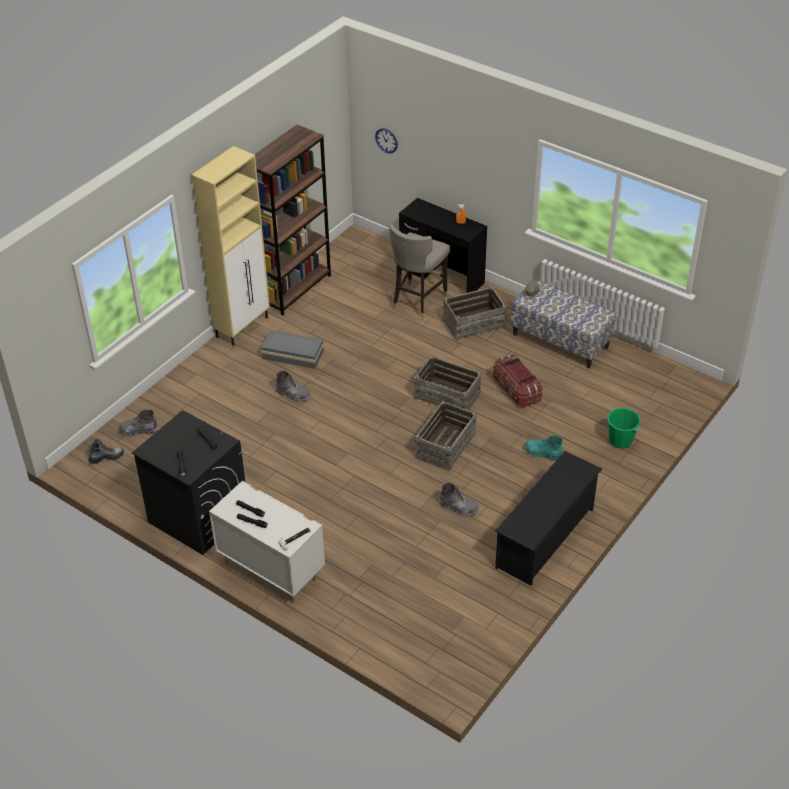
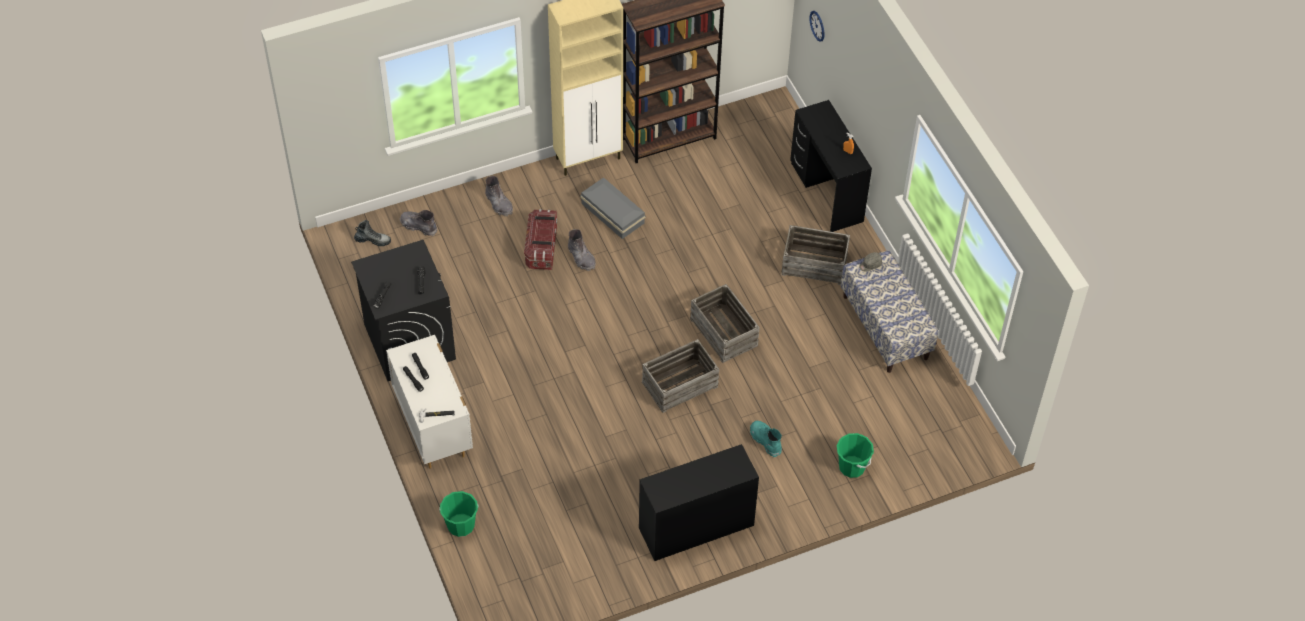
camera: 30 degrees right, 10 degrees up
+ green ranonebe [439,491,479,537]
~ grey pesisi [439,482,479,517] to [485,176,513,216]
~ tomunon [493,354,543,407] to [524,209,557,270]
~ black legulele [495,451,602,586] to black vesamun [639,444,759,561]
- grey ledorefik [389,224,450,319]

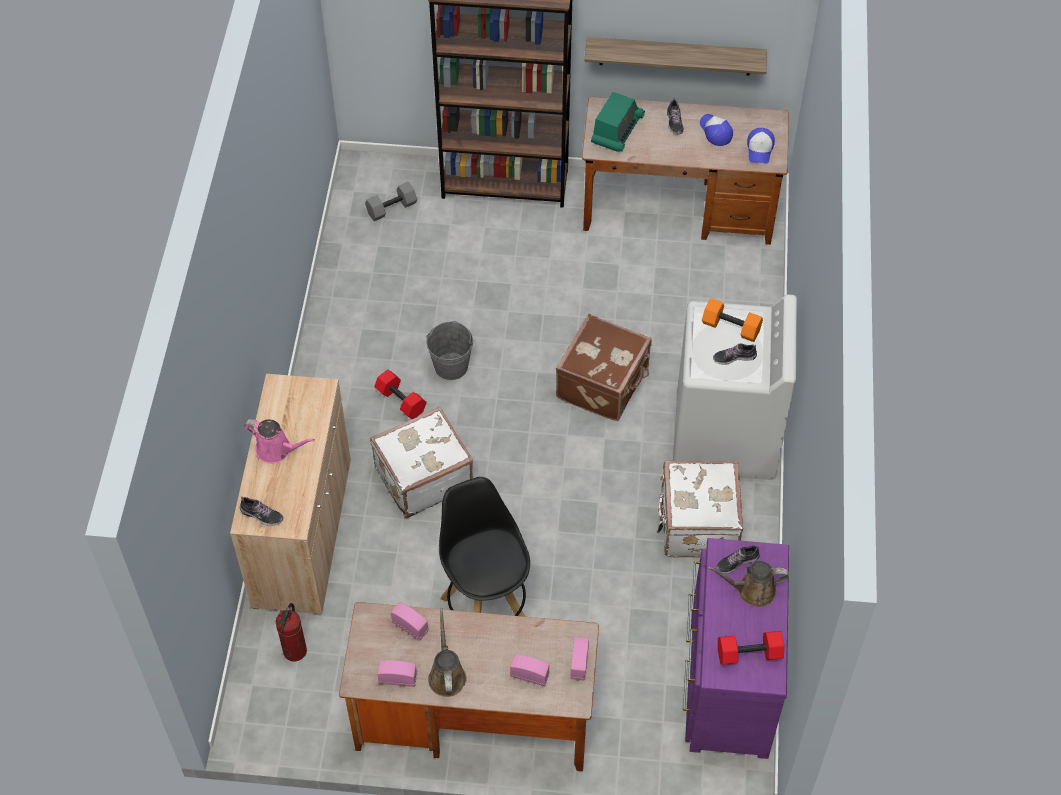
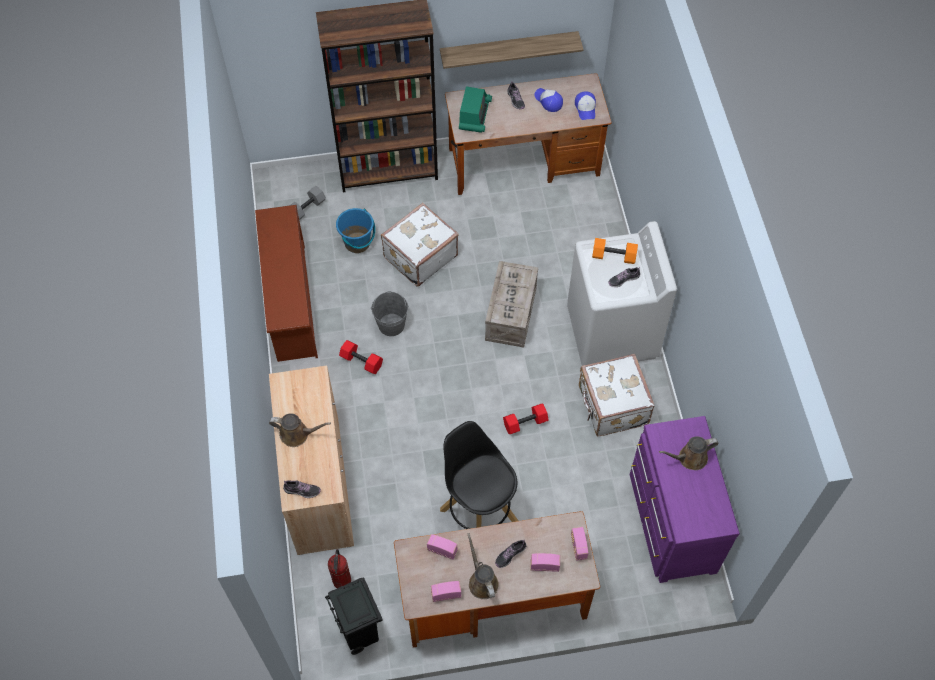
camera: 15 degrees left, 5 degrees up
+ brown legulele [255,205,318,362]
~ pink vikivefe [244,419,315,464] to brown vikivefe [269,414,331,447]
+ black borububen [325,577,382,655]
+ blue ranonebe [336,208,375,253]
~ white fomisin [370,407,473,518] to [381,203,458,287]
~ brown fomisin [556,314,652,421] to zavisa [485,261,538,348]
~ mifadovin [716,545,760,574] to [495,540,526,568]
~ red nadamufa [718,631,784,665] to [503,404,549,434]

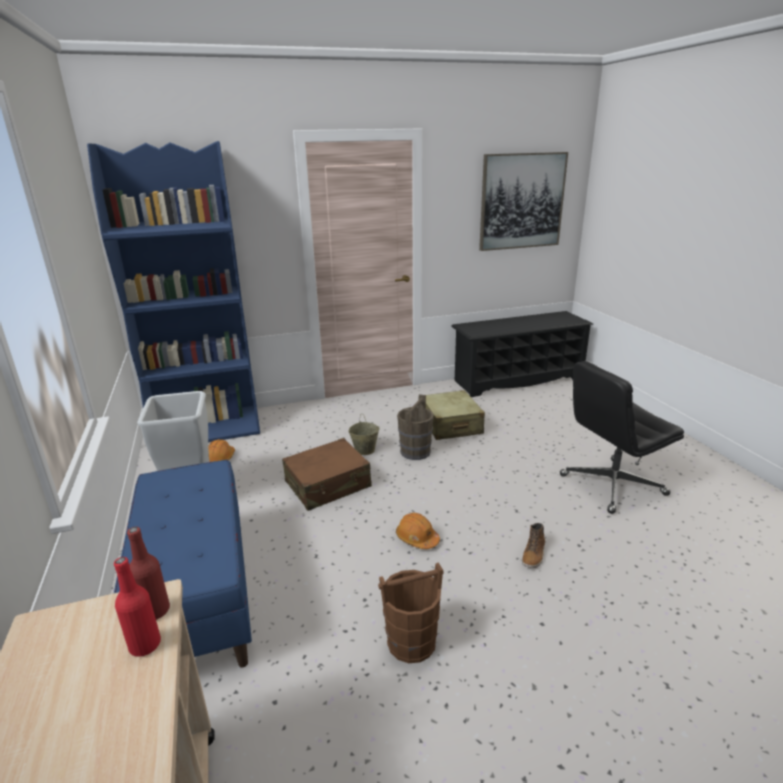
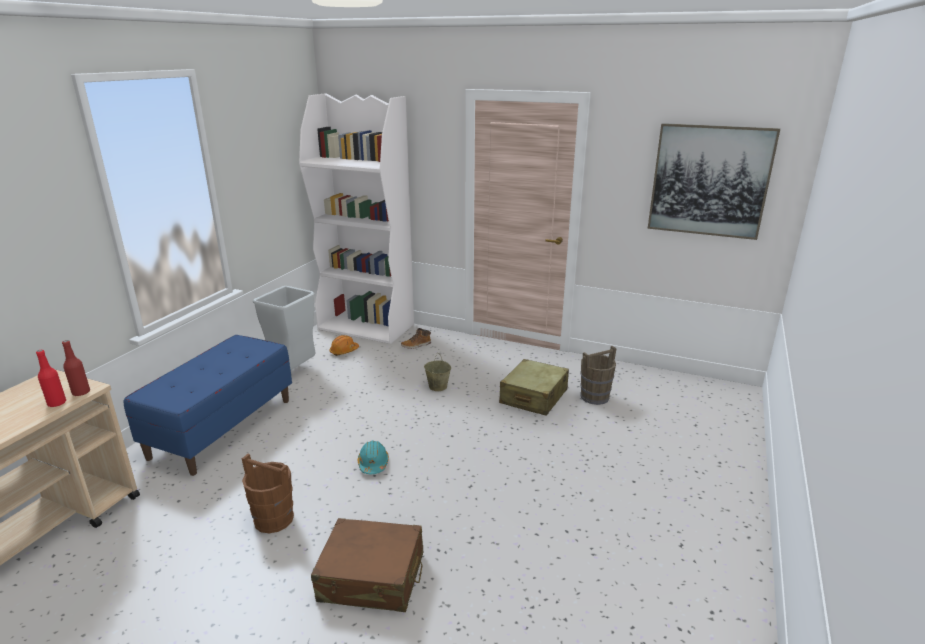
camera: 40 degrees right, 0 degrees up
~ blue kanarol [87,141,260,442] to white kanarol [299,93,414,344]
~ brown fomisin [282,438,372,511] to [311,518,423,612]
~ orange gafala [396,513,440,549] to turquoise gafala [357,440,389,474]
~ pesisi [522,523,545,568] to [401,328,431,349]
~ brown ranonebe [397,394,434,460] to [580,346,617,405]
- black legulele [451,311,593,397]
- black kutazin [560,361,684,514]

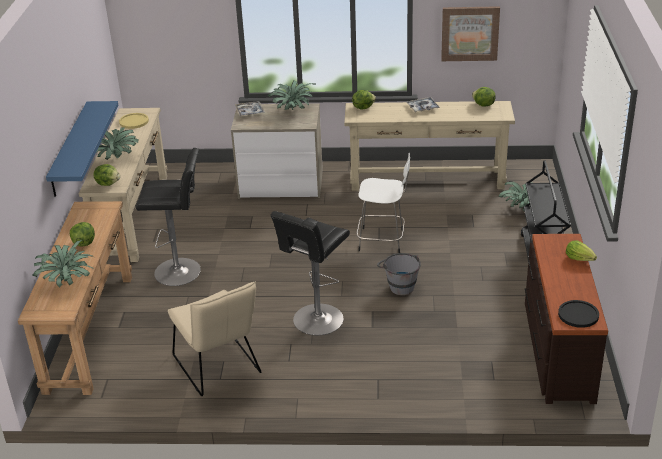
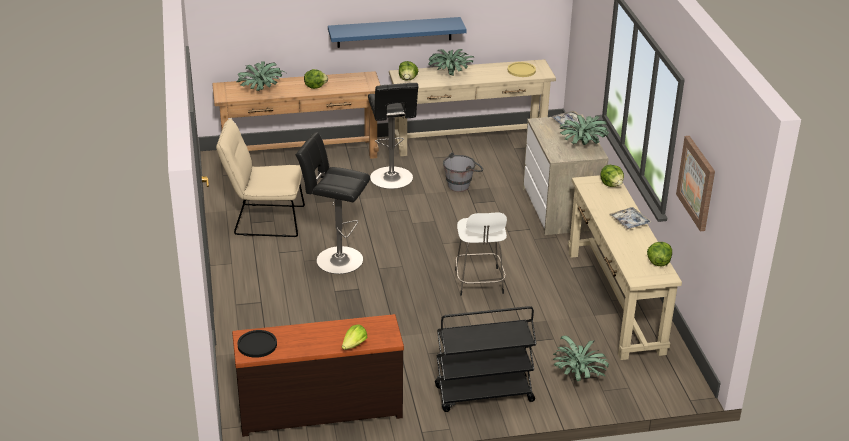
camera: 75 degrees right, 0 degrees up
~ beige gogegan [168,281,262,396] = [216,118,305,237] 45 degrees clockwise
~ grey ranonebe [377,253,421,295] to [443,152,483,192]

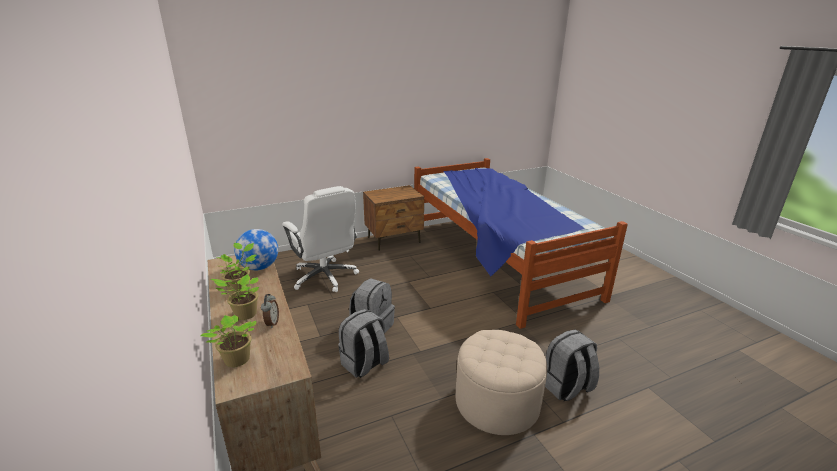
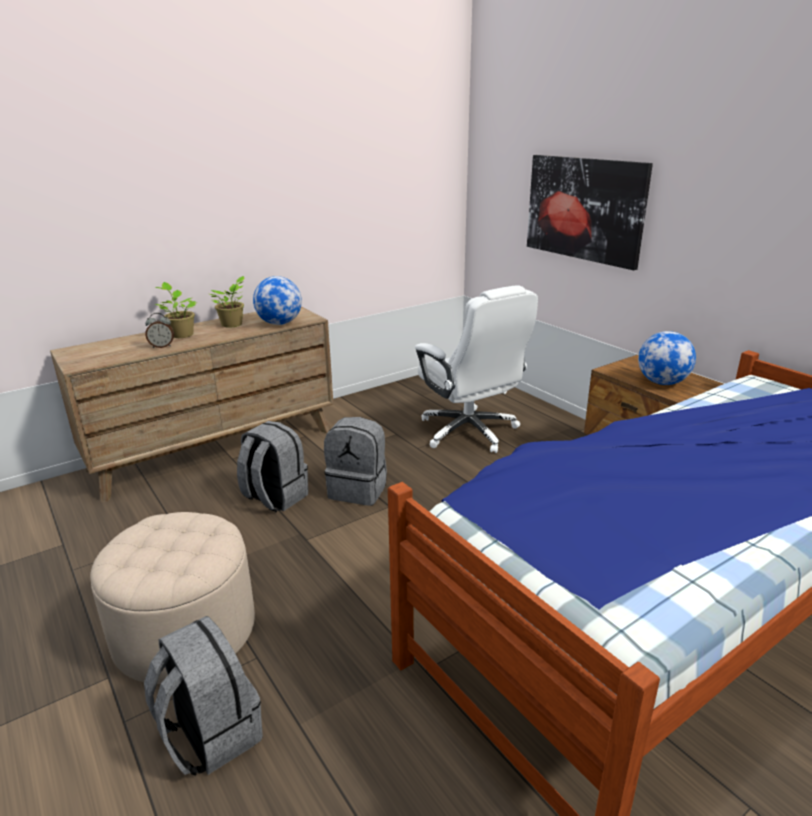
camera: 80 degrees right, 0 degrees up
~ white kutazin [282,186,359,292] = [415,285,538,453] 75 degrees counterclockwise
+ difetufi [527,155,653,270]
+ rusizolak [638,331,696,385]
- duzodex [201,315,257,367]

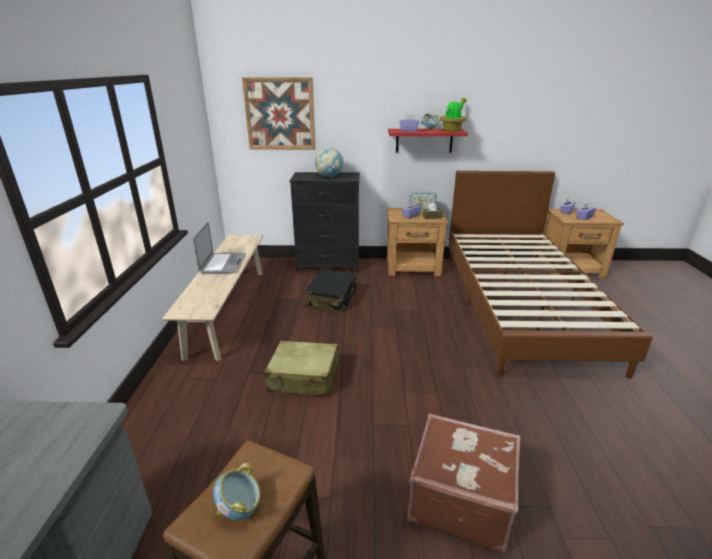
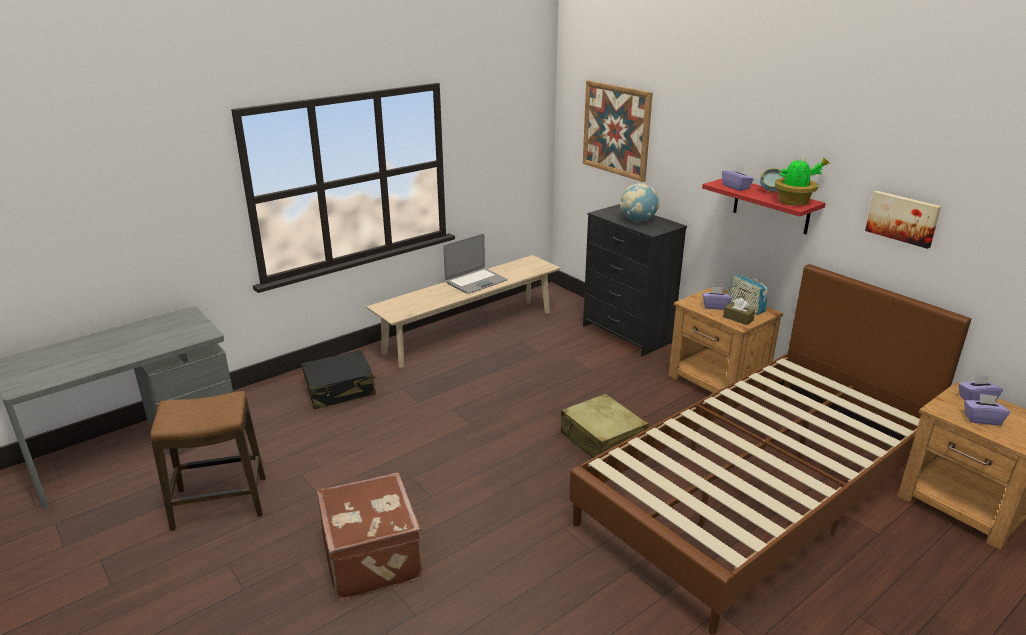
camera: 50 degrees right, 0 degrees up
~ black fomisin [305,269,357,312] to [302,350,376,409]
~ beige fomisin [264,341,339,397] to [561,394,649,458]
+ difetufi [865,191,941,249]
- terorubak [213,463,261,520]

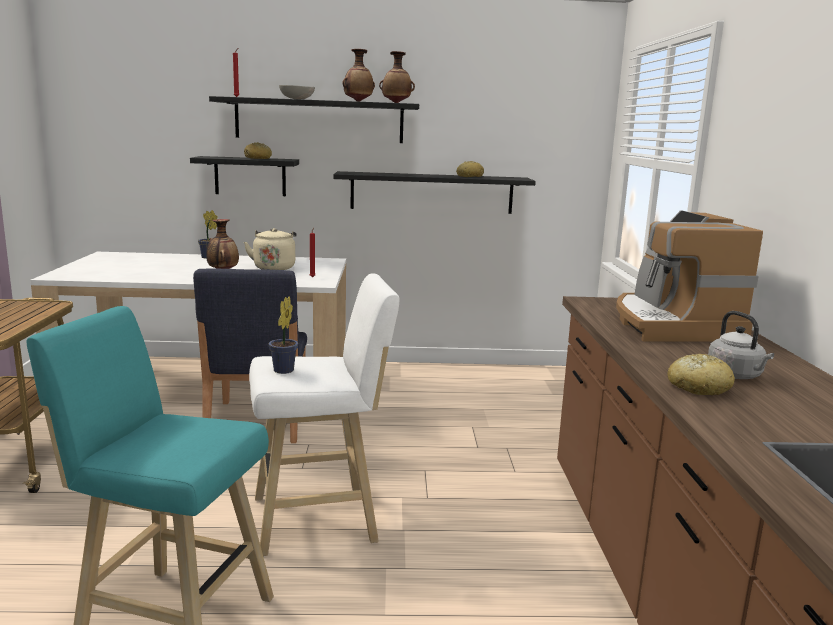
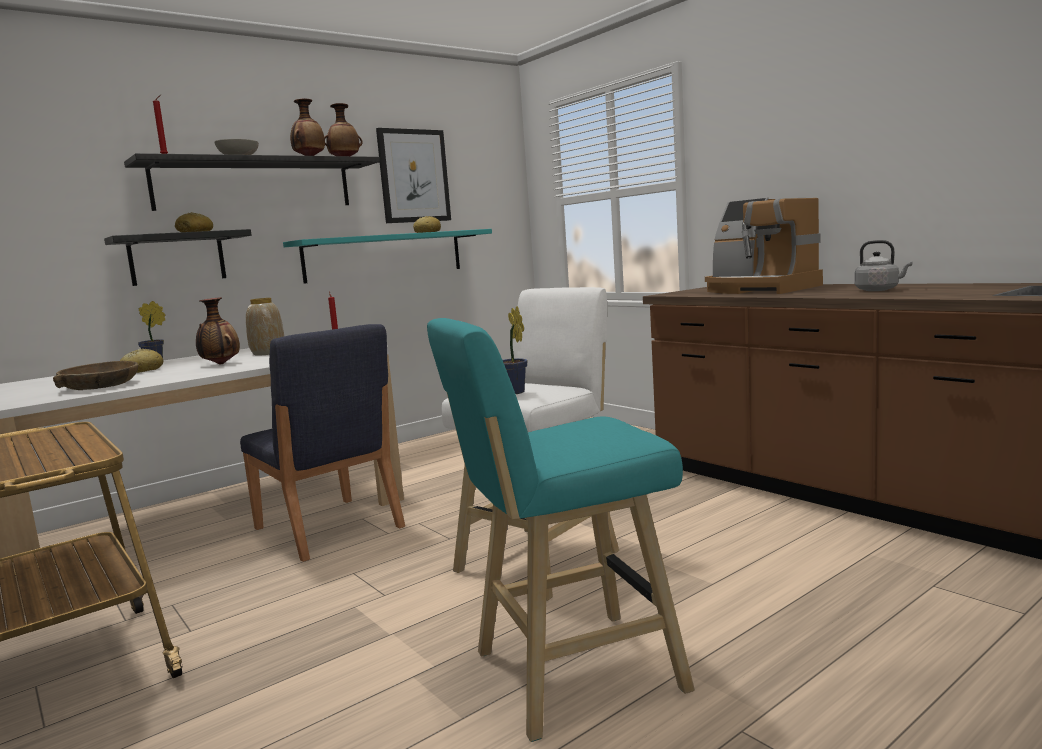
camera: 35 degrees left, 5 degrees down
+ brown terorubak [53,361,138,390]
~ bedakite [667,354,735,395] to [120,348,163,373]
~ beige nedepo [244,228,297,270] to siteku [246,298,284,356]
~ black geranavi [333,171,536,214] to turquoise geranavi [283,229,492,284]
+ difetufi [376,128,451,223]

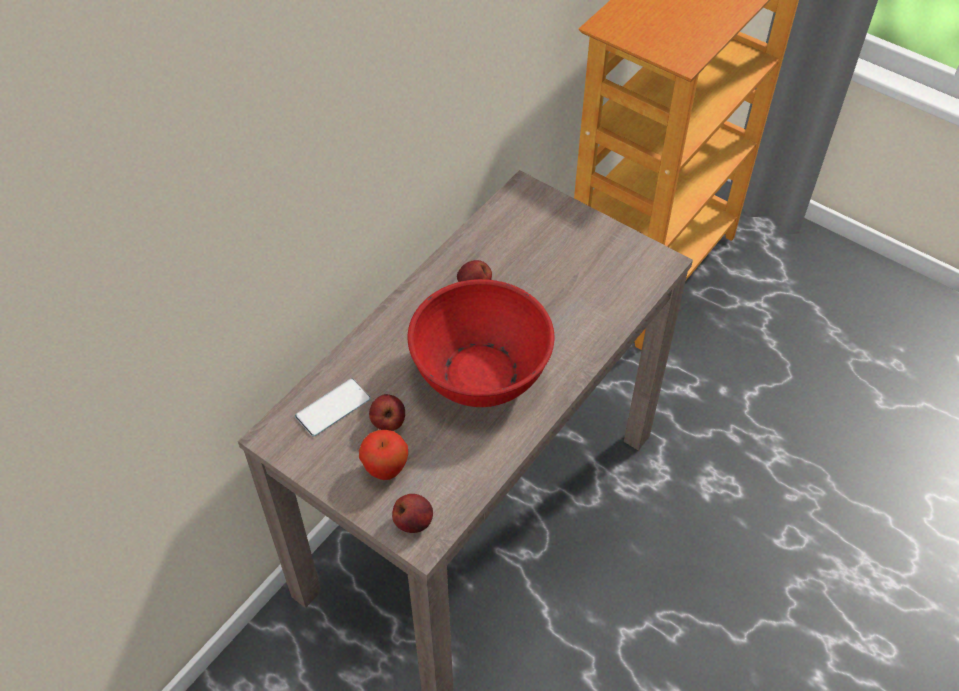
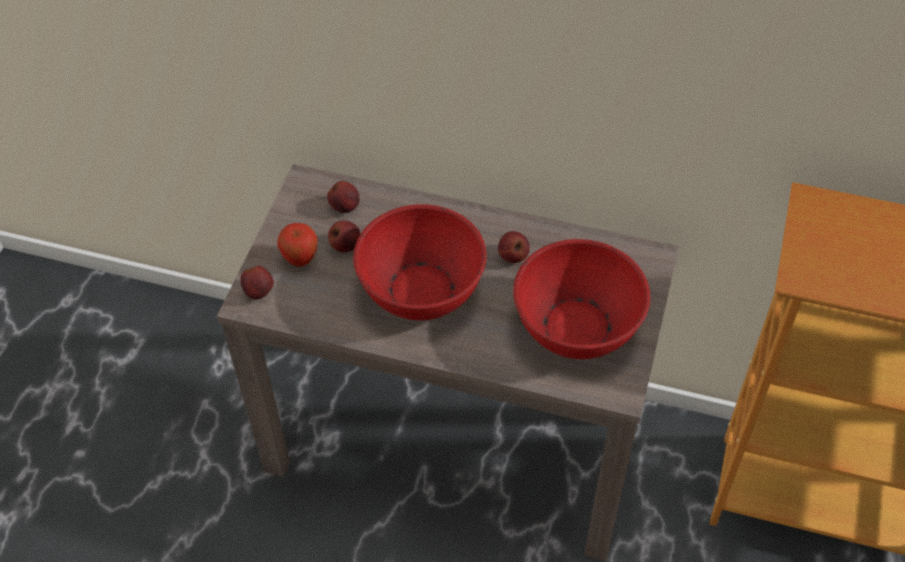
camera: 70 degrees right, 0 degrees up
~ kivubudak [295,379,370,437] to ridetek [327,181,359,213]
+ red terorubak [513,239,650,359]

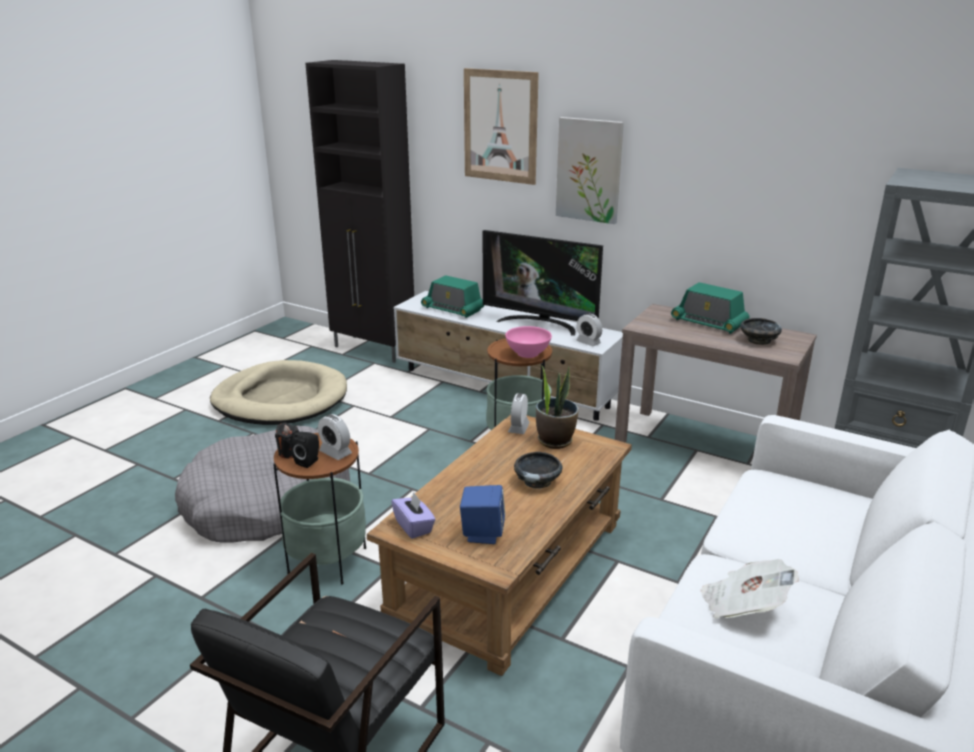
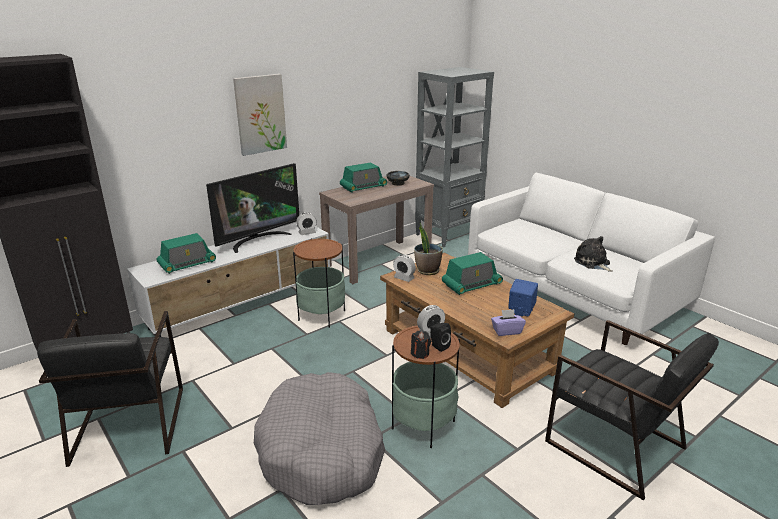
camera: 70 degrees left, 0 degrees up
~ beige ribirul [210,360,347,425] to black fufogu [37,311,183,467]
~ black terorubak [514,452,563,489] to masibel [442,252,503,295]
~ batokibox [700,559,799,618] to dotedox [574,236,613,272]
- difetufi [464,68,539,185]
- pink terorubak [505,326,552,358]

